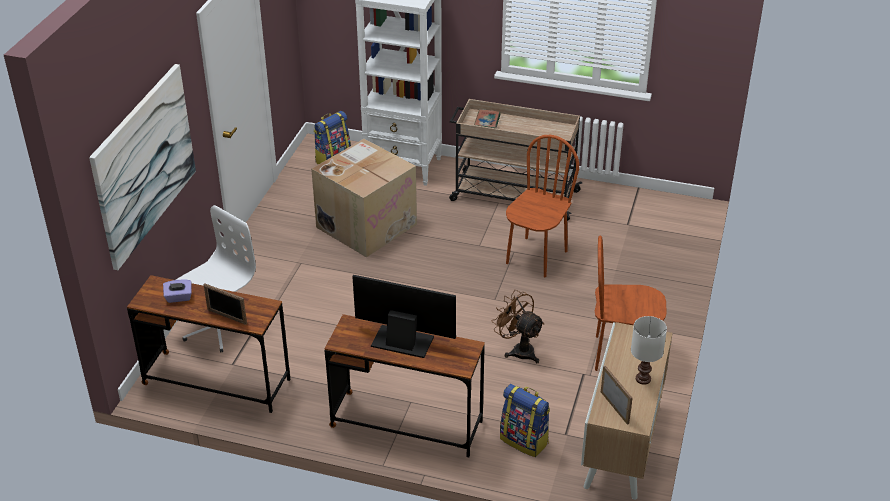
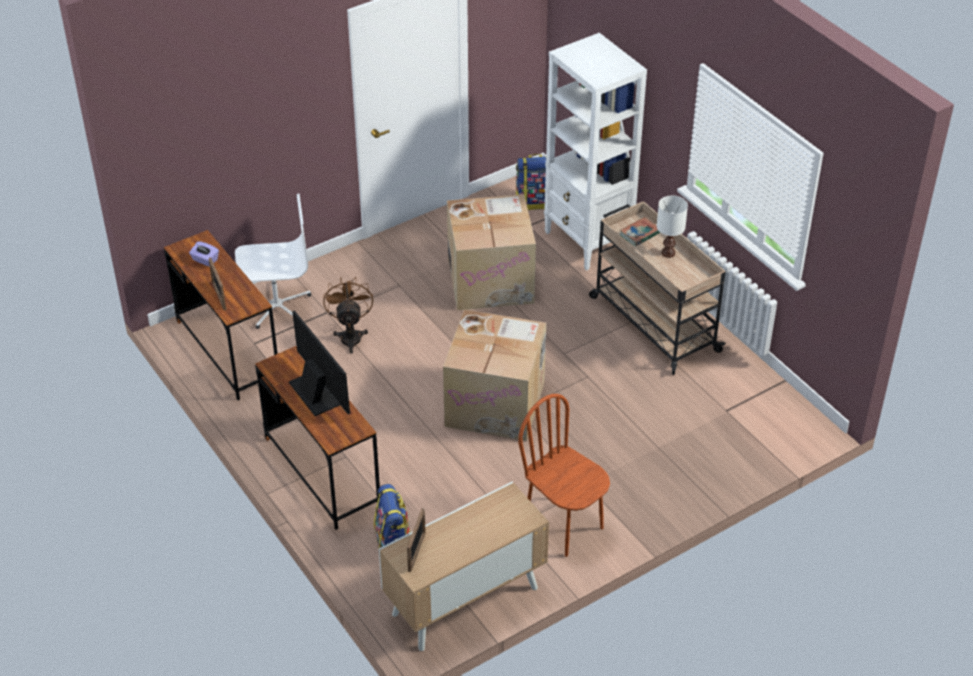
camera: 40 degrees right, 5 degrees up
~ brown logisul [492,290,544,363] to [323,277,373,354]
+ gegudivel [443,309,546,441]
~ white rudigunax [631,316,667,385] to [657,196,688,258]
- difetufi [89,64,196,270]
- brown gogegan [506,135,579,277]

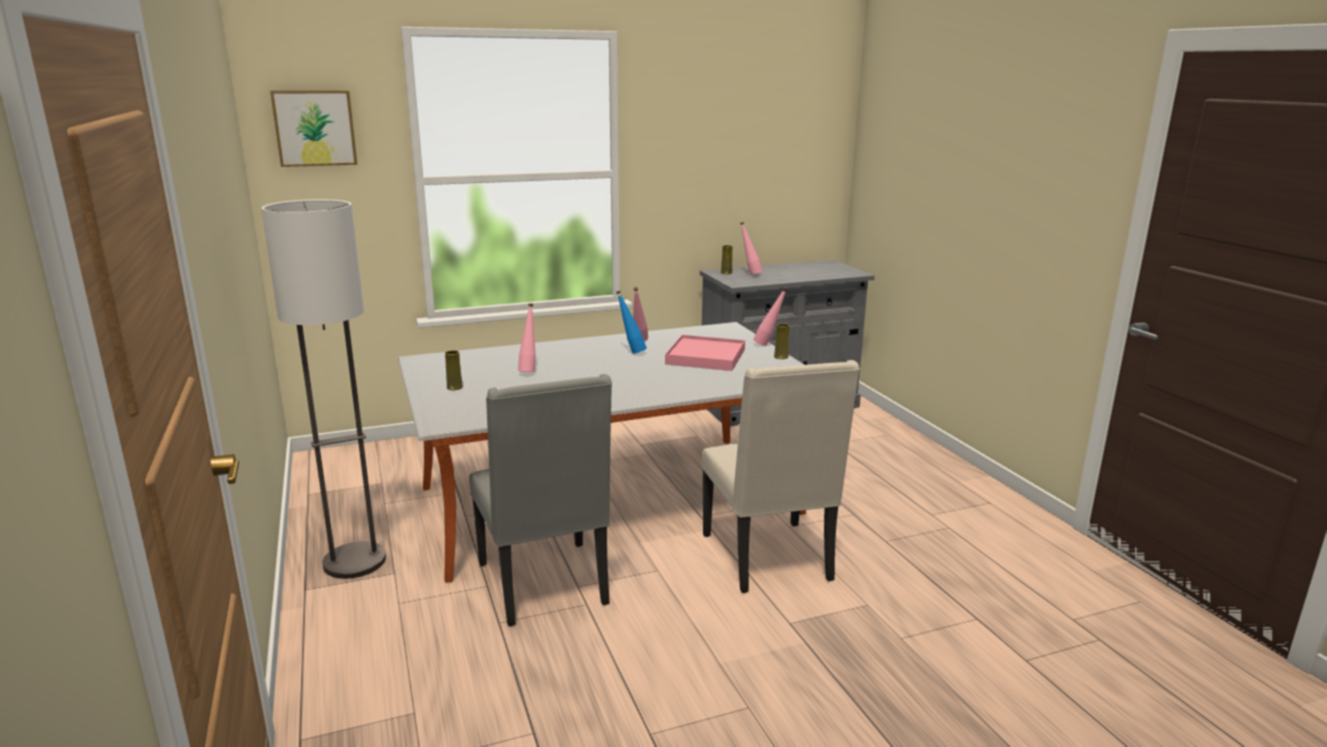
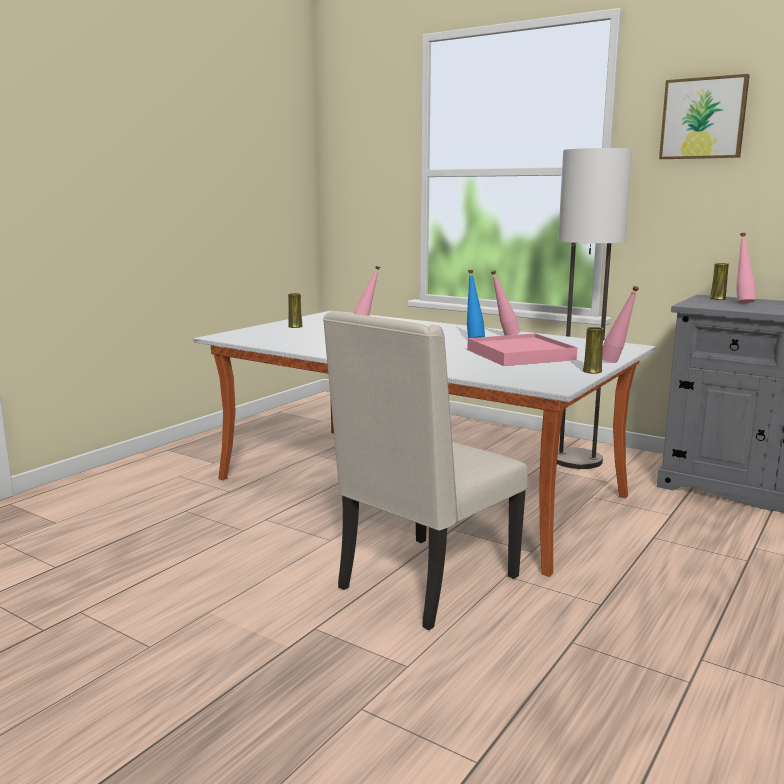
camera: 55 degrees right, 5 degrees down
~ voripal [261,199,386,579] to [557,148,633,469]
~ difetufi [270,90,357,167] to [659,74,750,159]
- grey gogegan [469,374,612,626]

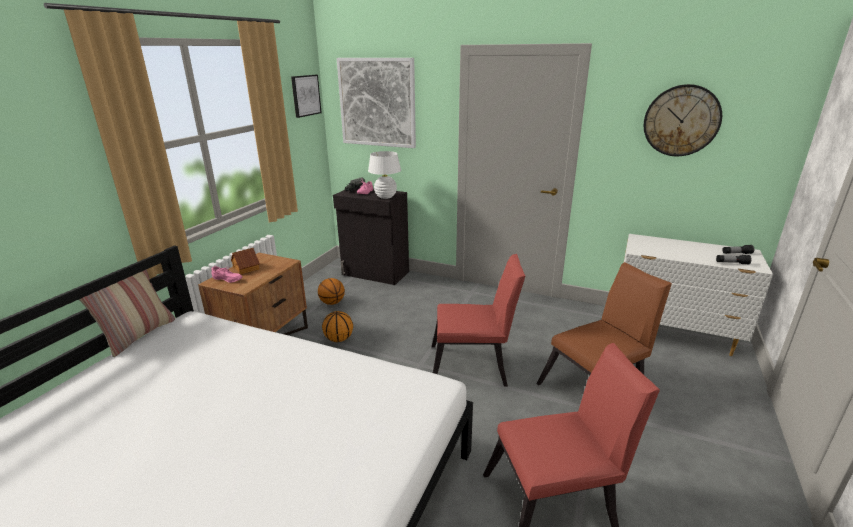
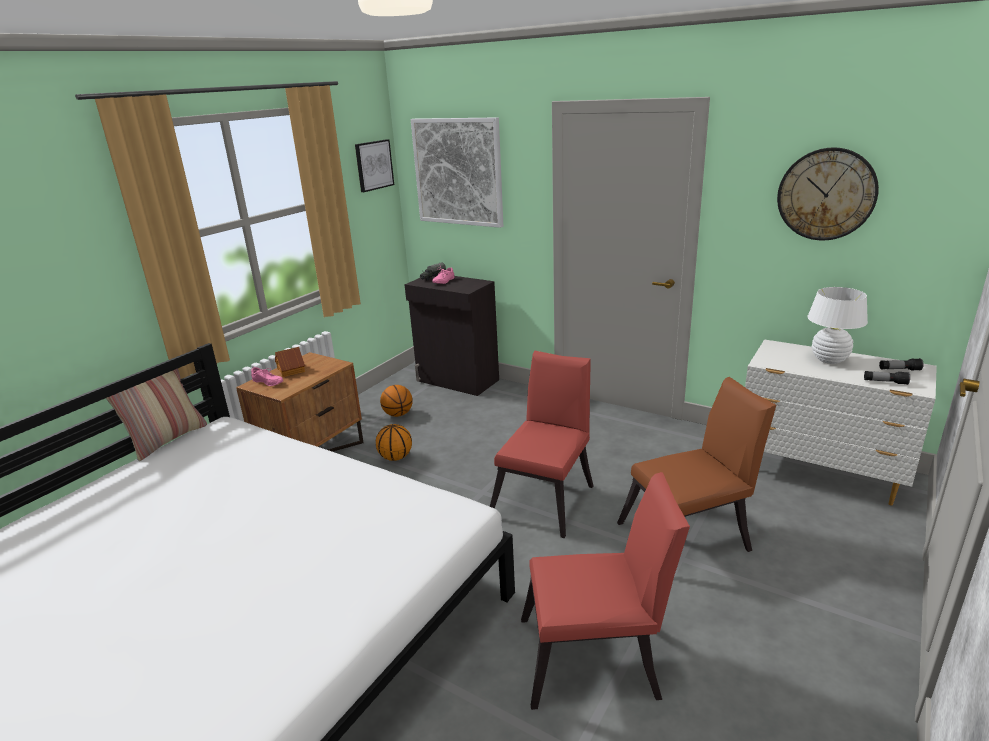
camera: 10 degrees right, 0 degrees up
~ red gogegan [432,254,525,387] = [490,351,593,538] 75 degrees counterclockwise
~ white rudigunax [368,151,401,199] to [807,287,868,364]

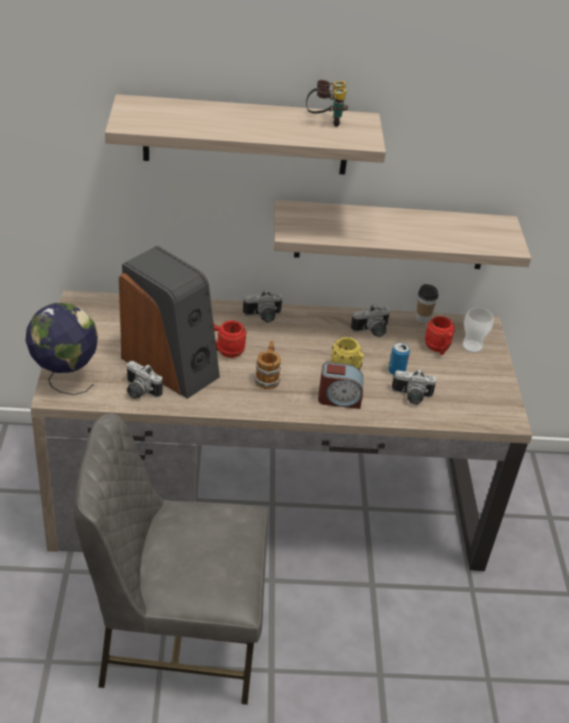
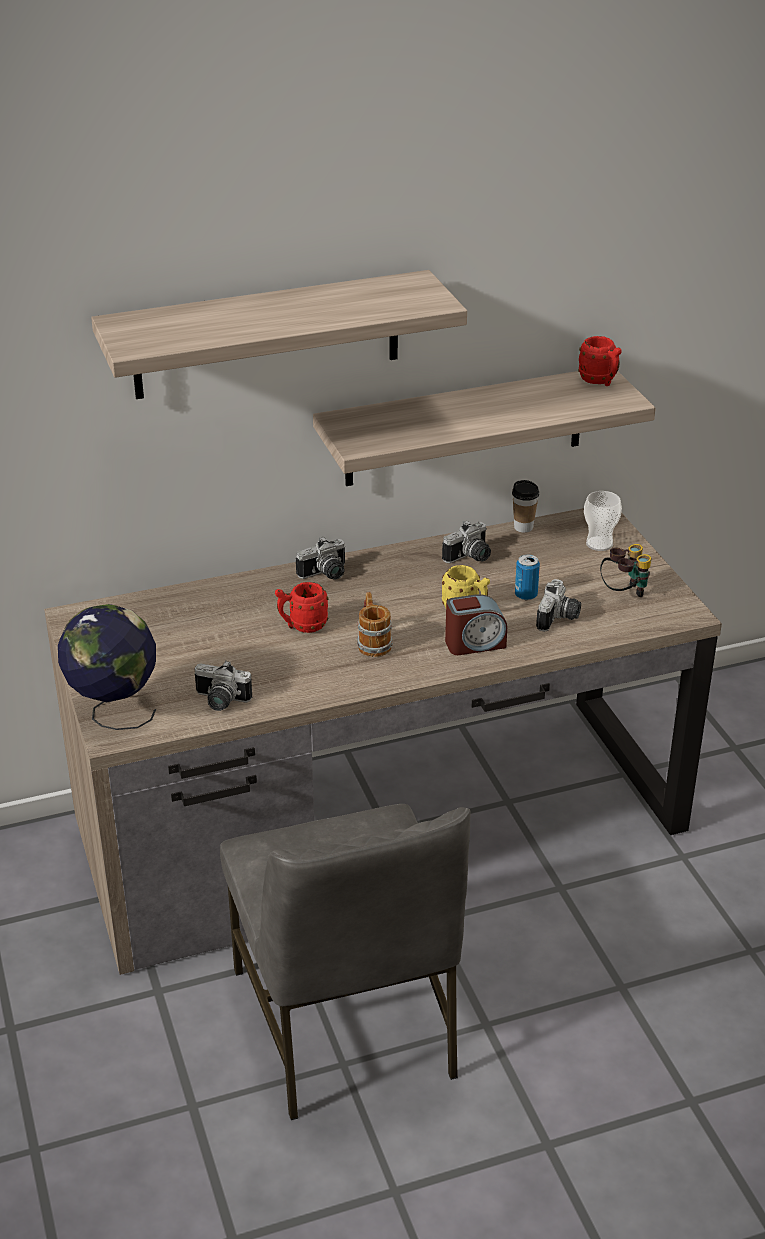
camera: 15 degrees left, 5 degrees down
~ grey gogegan [73,413,268,705] = [220,804,470,1120] 90 degrees counterclockwise
~ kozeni [392,369,436,405] = [536,579,581,632] 60 degrees counterclockwise
~ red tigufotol [425,316,455,355] to [578,336,622,386]
~ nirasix [306,80,348,127] to [600,544,651,597]
- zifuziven [119,245,220,399]

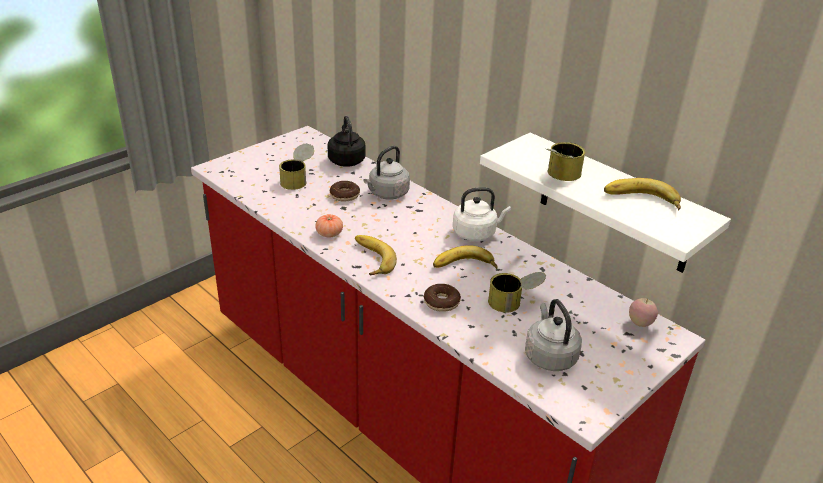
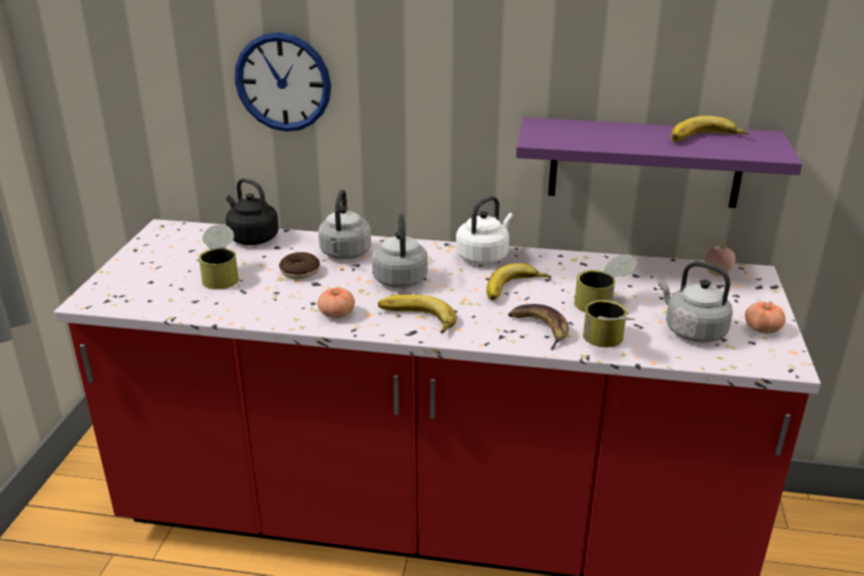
camera: 35 degrees left, 5 degrees down
+ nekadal [235,32,331,132]
+ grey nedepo [372,214,428,288]
~ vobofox [424,284,461,312] to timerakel [508,304,569,350]
~ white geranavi [480,133,731,273] to purple geranavi [516,117,802,208]
~ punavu [546,142,586,181] to [583,300,635,347]
+ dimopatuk [745,302,785,334]

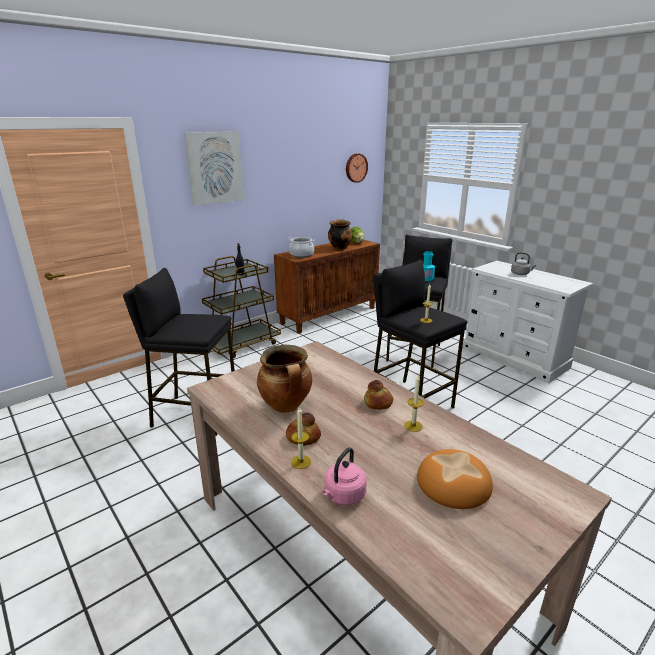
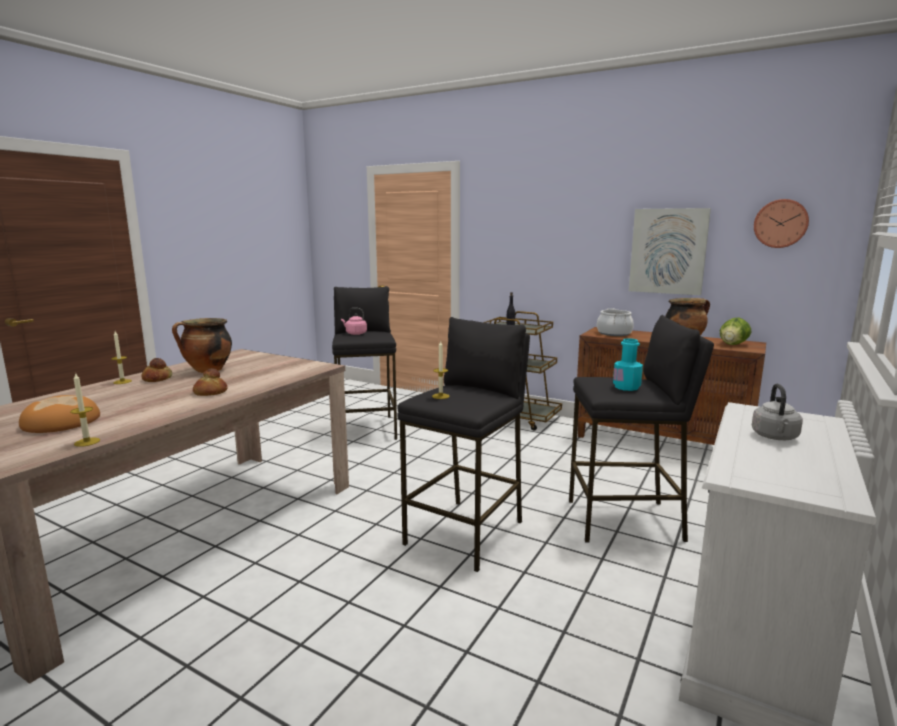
camera: 70 degrees right, 10 degrees down
~ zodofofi [404,375,424,432] to [70,372,100,447]
~ pink nedepo [323,447,367,505] to [341,308,367,335]
~ difetufi [184,132,243,205] to [629,208,711,295]

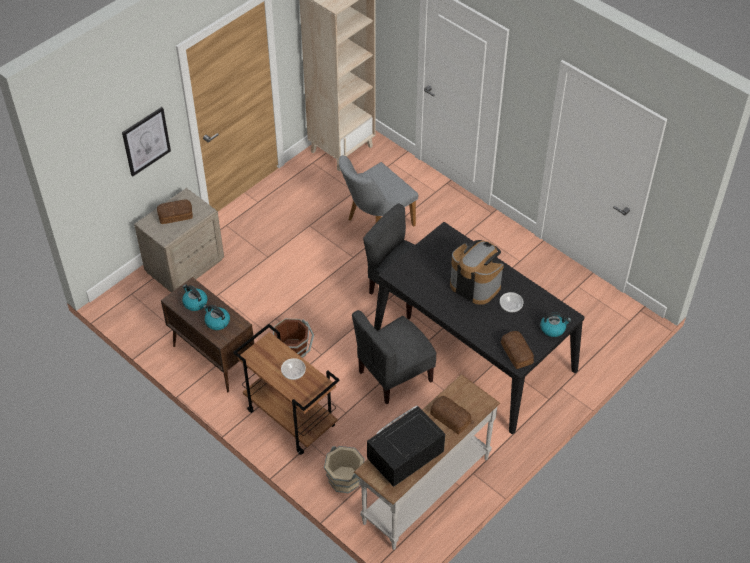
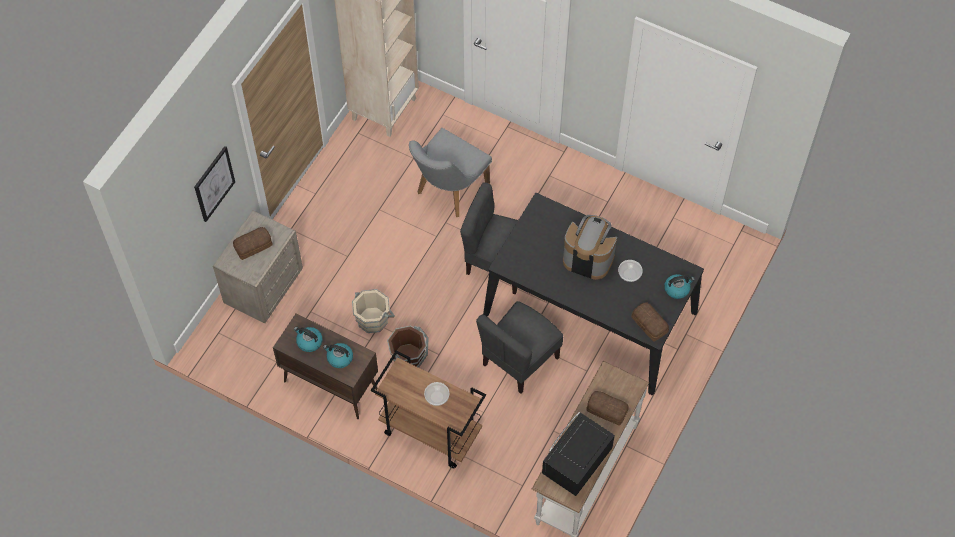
camera: 15 degrees left, 10 degrees up
~ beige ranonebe [324,446,365,494] to [352,289,395,333]

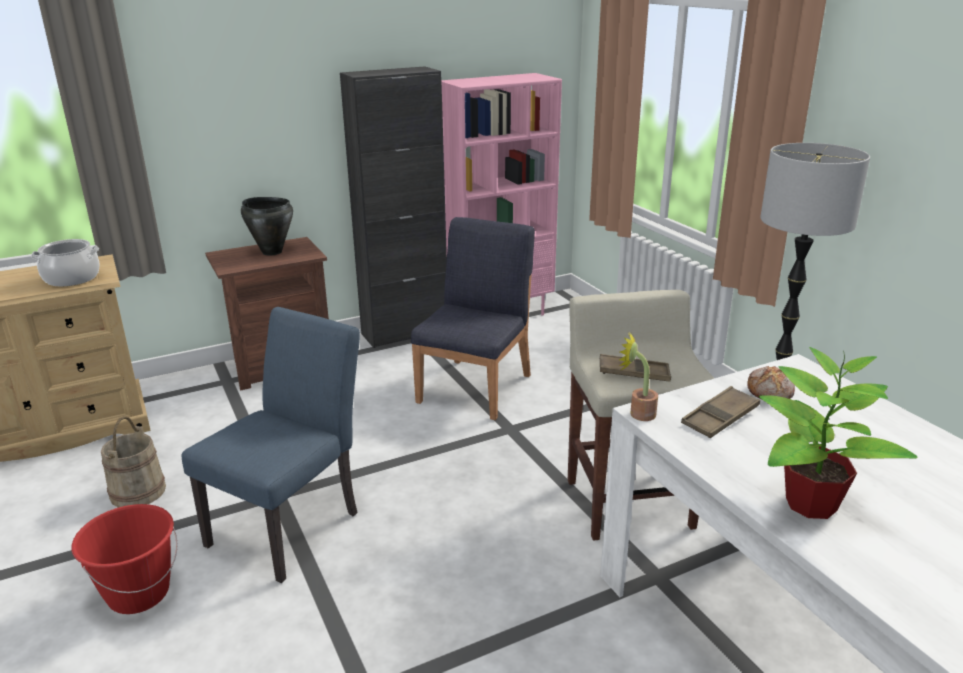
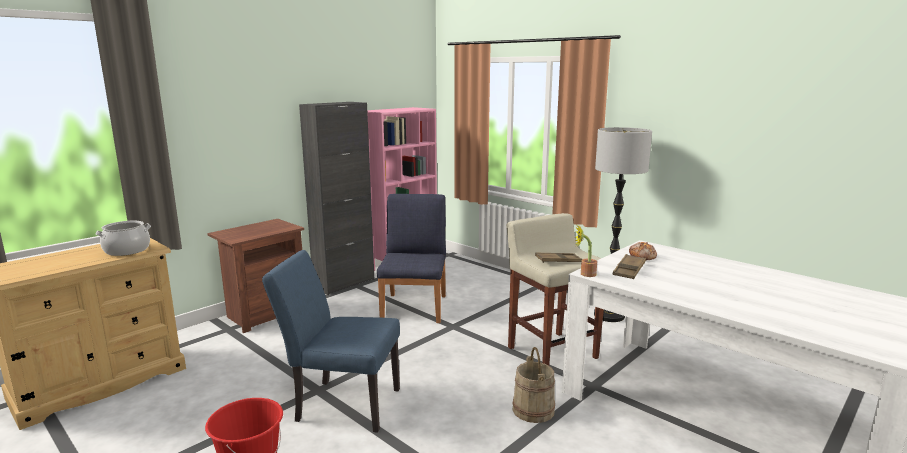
camera: 20 degrees left, 10 degrees down
~ blue gogegan [182,307,360,583] = [262,250,400,433] 90 degrees counterclockwise
~ beige ranonebe [101,416,166,508] to [512,347,555,423]
- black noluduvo [241,197,293,256]
- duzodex [759,347,918,519]

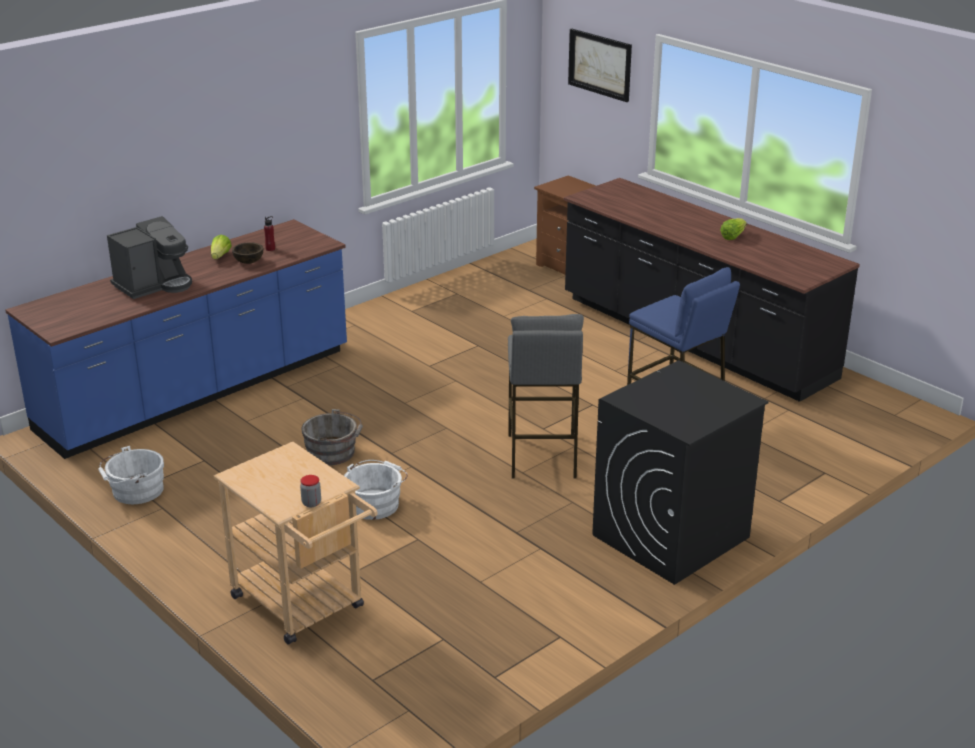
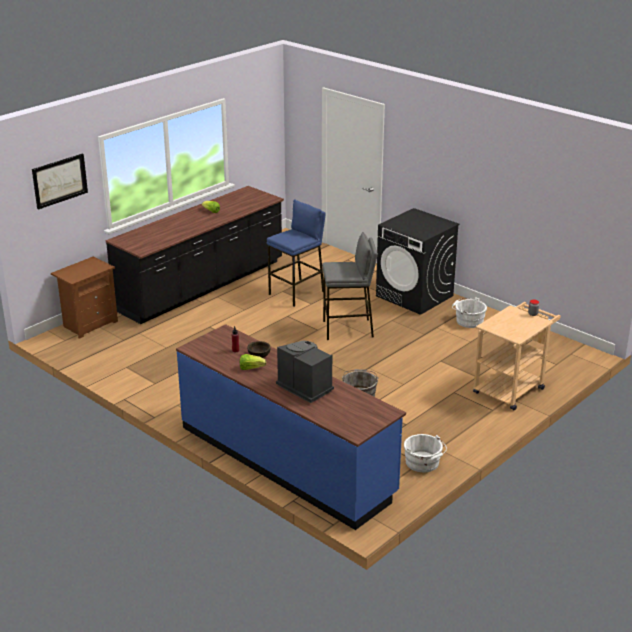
camera: 95 degrees left, 0 degrees up
~ white ranonebe [344,460,408,520] to [452,297,487,328]

